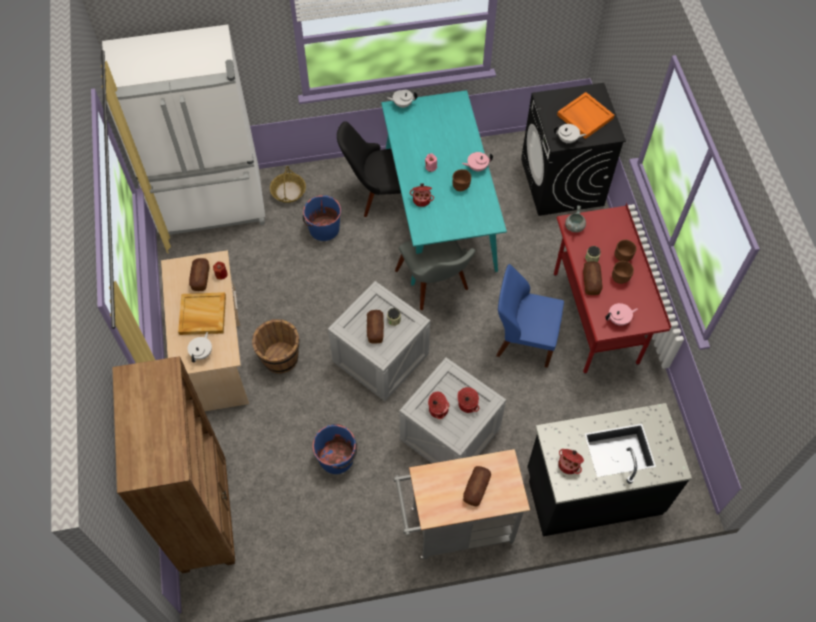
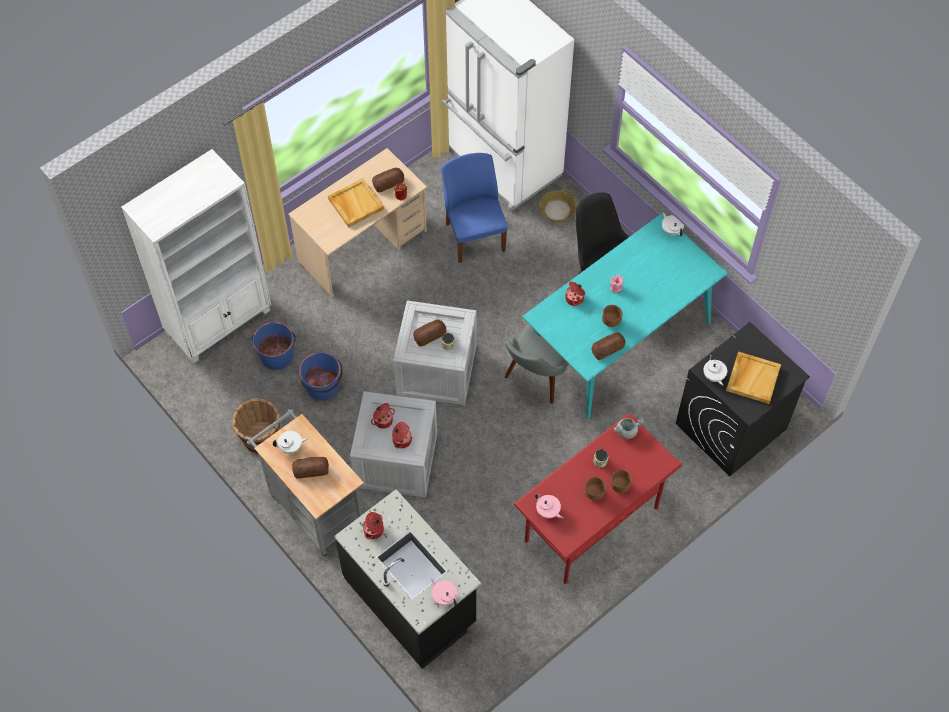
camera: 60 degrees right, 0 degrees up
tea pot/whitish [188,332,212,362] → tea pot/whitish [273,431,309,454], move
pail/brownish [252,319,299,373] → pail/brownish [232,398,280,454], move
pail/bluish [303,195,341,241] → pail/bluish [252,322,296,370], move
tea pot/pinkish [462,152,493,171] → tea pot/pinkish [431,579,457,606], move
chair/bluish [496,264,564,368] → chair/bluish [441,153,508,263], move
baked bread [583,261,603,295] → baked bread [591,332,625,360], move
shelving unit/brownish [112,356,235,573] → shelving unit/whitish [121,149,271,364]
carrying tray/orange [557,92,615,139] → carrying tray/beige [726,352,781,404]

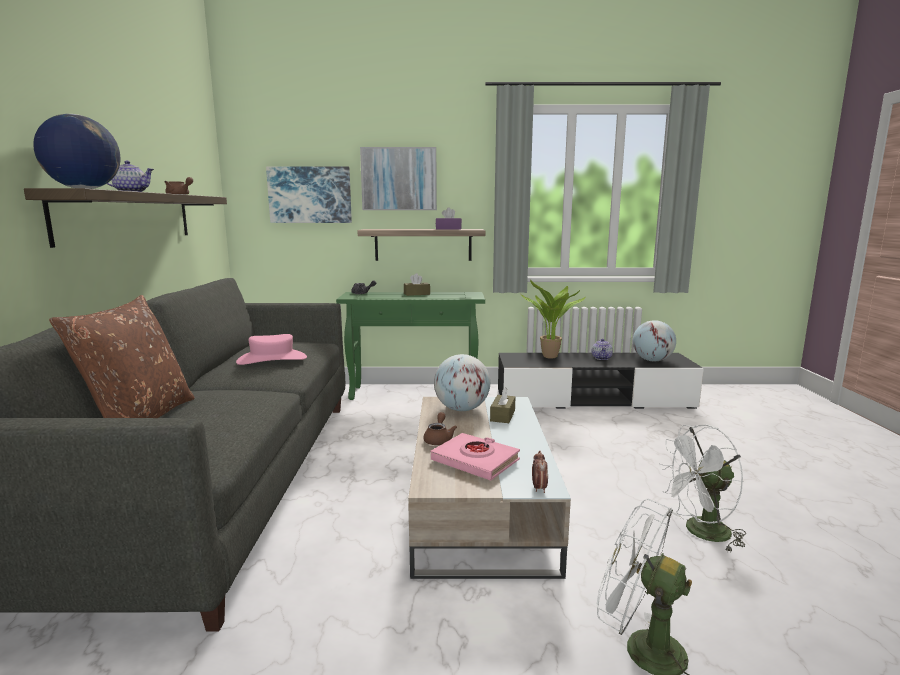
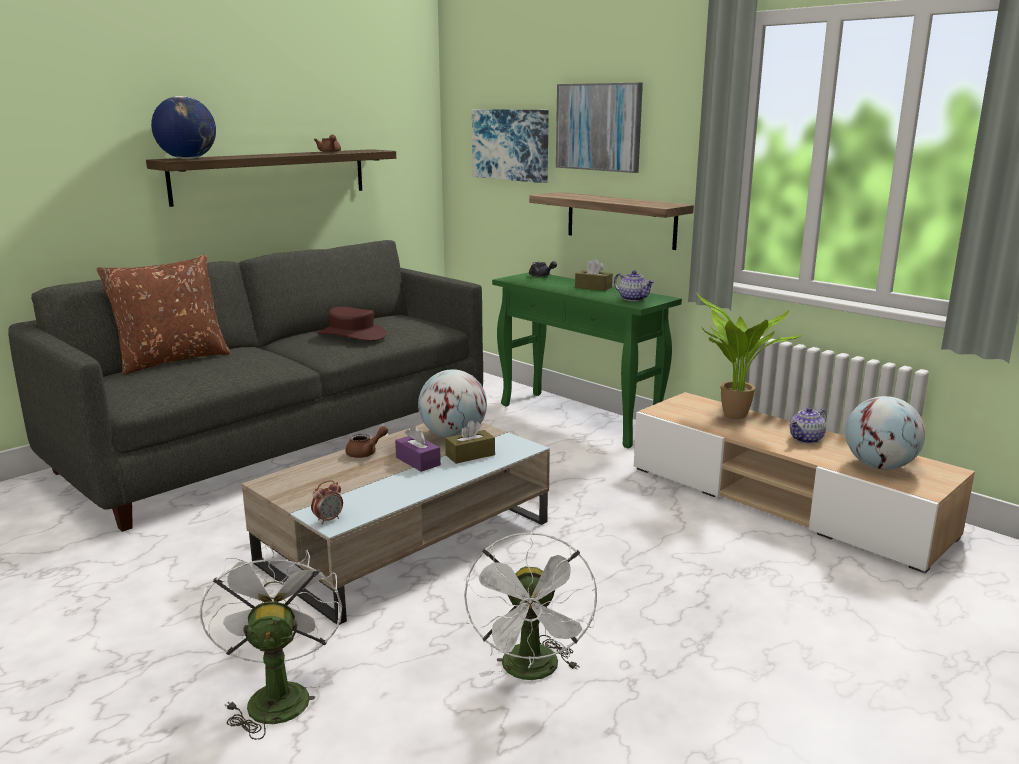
camera: 45 degrees right, 5 degrees up
volume/pinkish [431,433,520,481] → -
tea pot [107,161,154,192] → tea pot [614,271,654,301], move
box of tissues/purplish [436,207,462,230] → box of tissues/purplish [395,426,441,472], move
clothing hat/pinkish [236,334,307,365] → clothing hat/brownish [317,307,387,341]
tv unit/blackish [498,353,704,409] → tv unit/beige [634,392,975,574]
fan/whitish [659,424,746,553] → fan/whitish [464,532,597,680], 120 degrees counterclockwise

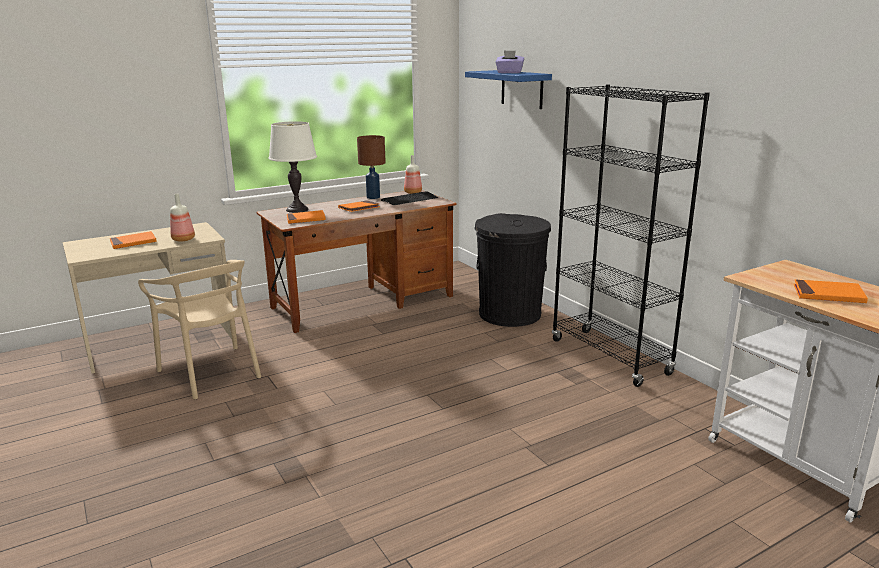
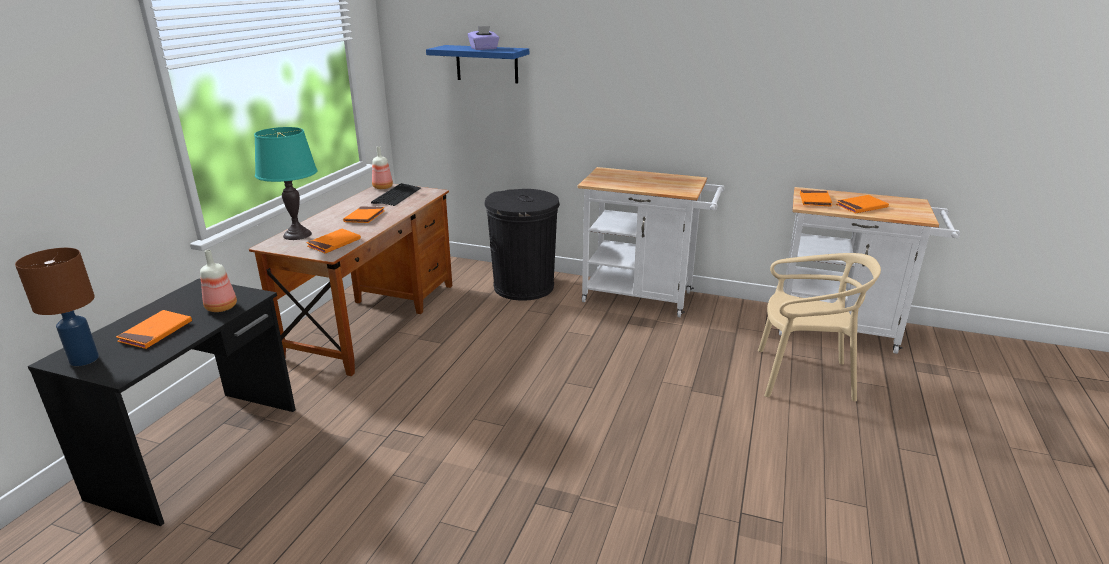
camera: 40 degrees left, 5 degrees up
- → volume/orange [800,190,832,207]
chair/beige [138,260,261,399] → chair/beige [758,253,881,401], move
lamp for a table/brownish [357,135,386,199] → lamp for a table/brownish [15,248,99,366], move
shelving unit/blackish [552,84,710,387] → wheeled cart/whitish [578,167,724,317]
desk unit/beige [63,222,232,373] → desk unit/blackish [28,279,296,526]
lamp for a table/whitish [269,121,317,213] → lamp for a table/turquoise-coloured [254,127,318,240]

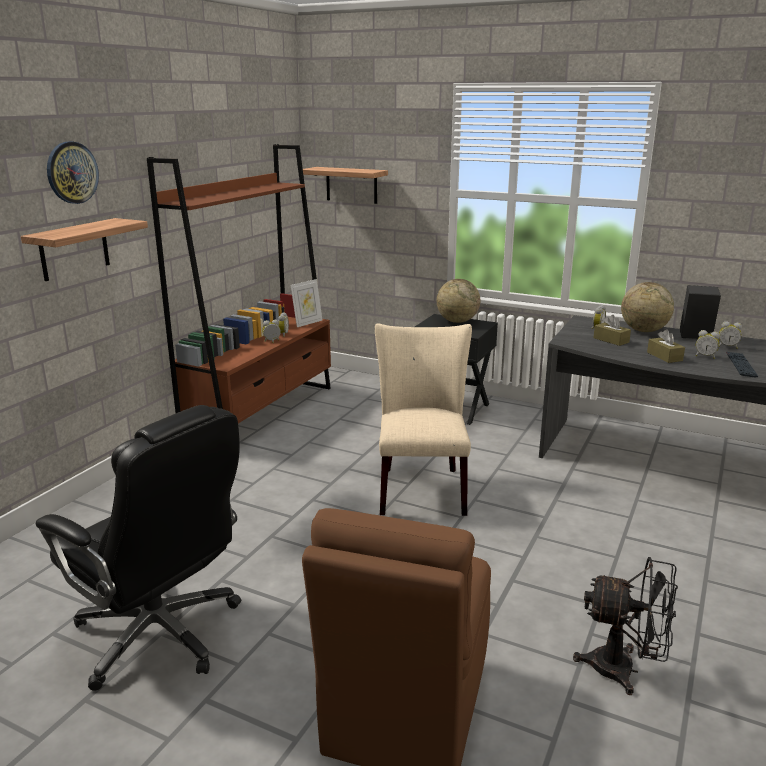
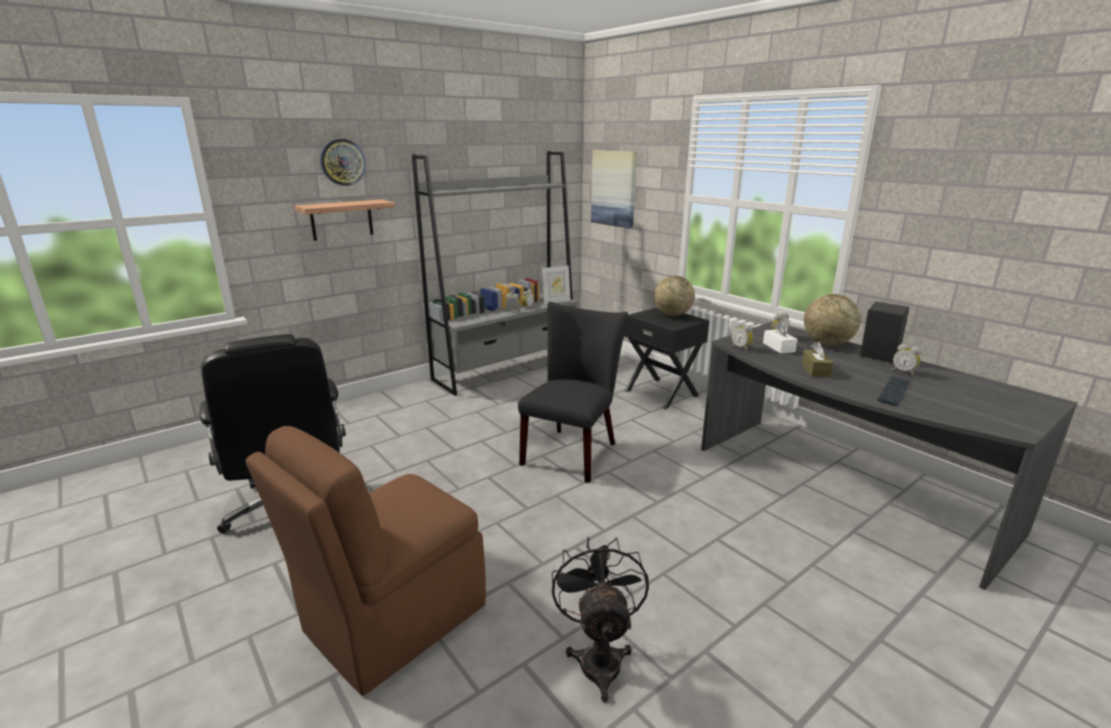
camera: 25 degrees right, 0 degrees up
alarm clock [695,330,720,359] → alarm clock [732,322,753,351], move
wall shelf [303,167,388,204] → picture [591,150,637,229]
shelving unit/brownish [147,144,331,423] → shelving unit/gray [412,151,577,396]
chair/beige [375,324,472,516] → chair/blackish [518,302,628,483]
box of tissues/brownish [593,315,631,346] → box of tissues/whitish [763,322,797,354]
fan/blackish [573,557,678,695] → fan/blackish [552,537,649,703], 135 degrees counterclockwise

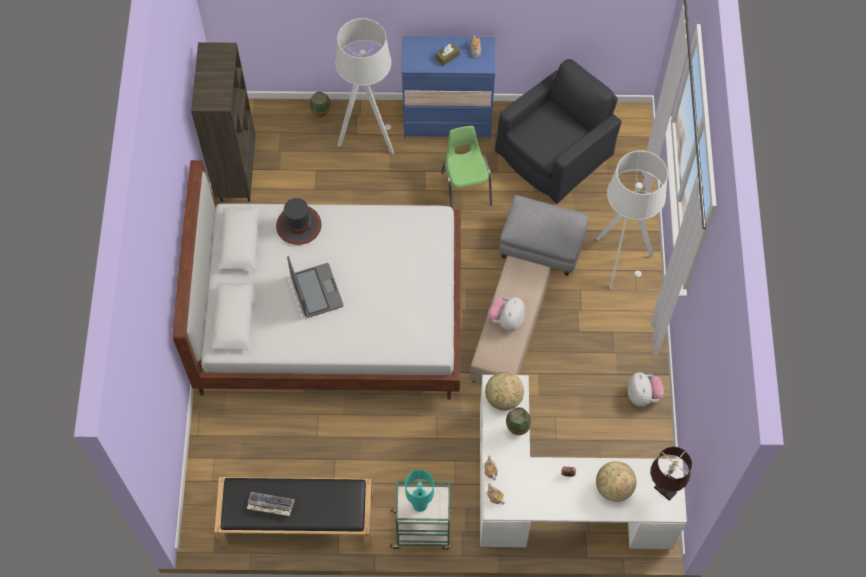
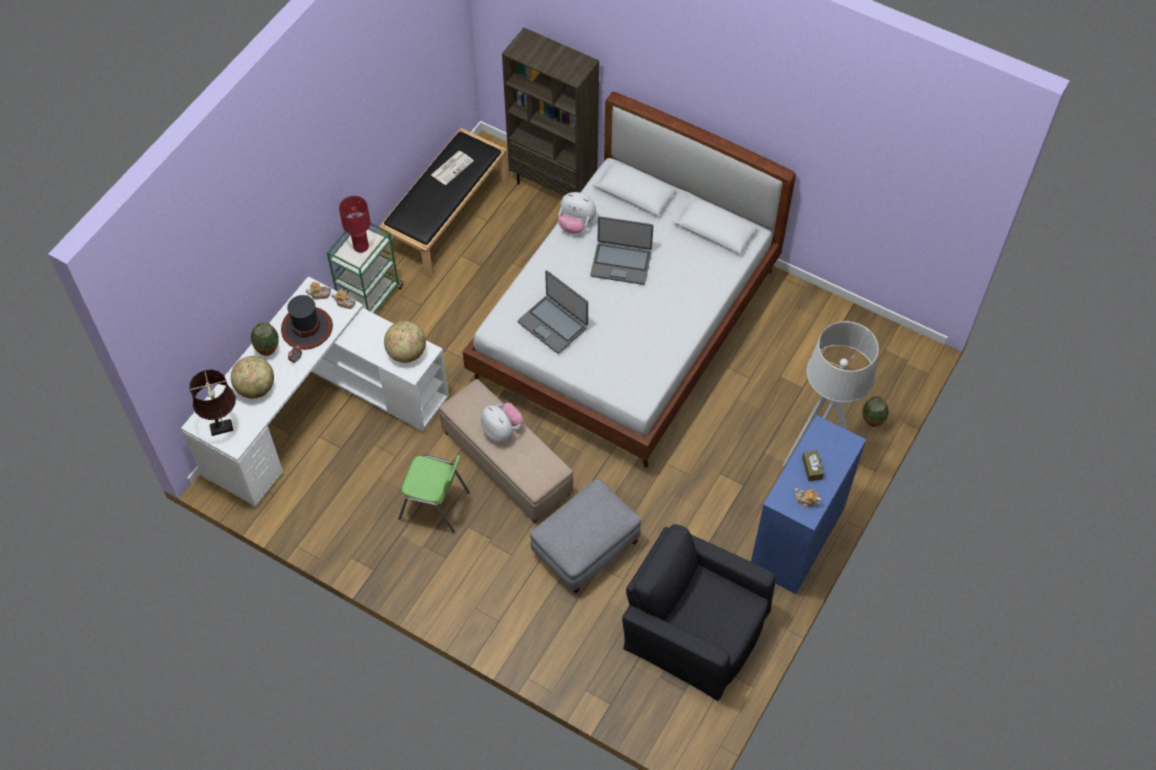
camera: 120 degrees right, 5 degrees down
standard lamp/whitish [596,151,668,290] → -
- → notebook computer [518,270,588,354]
shelving unit/brownish [191,42,255,202] → shelving unit/brownish [502,28,599,196], move
clothing hat [276,198,322,245] → clothing hat [281,295,333,350], move
chair/greenish [441,126,492,209] → chair/greenish [398,455,470,533], move
vase [506,407,531,435] → vase [251,322,279,356], move
soft toy [628,372,664,407] → soft toy [558,192,596,234], move
computer keyboard [247,492,295,516] → printed paper [431,151,474,185]
lamp for a table/turquoise-coloured [405,470,434,512] → lamp for a table/red [339,196,371,253]
lounge chair/blackish [495,59,622,204] → lounge chair/blackish [622,524,776,701], 135 degrees clockwise

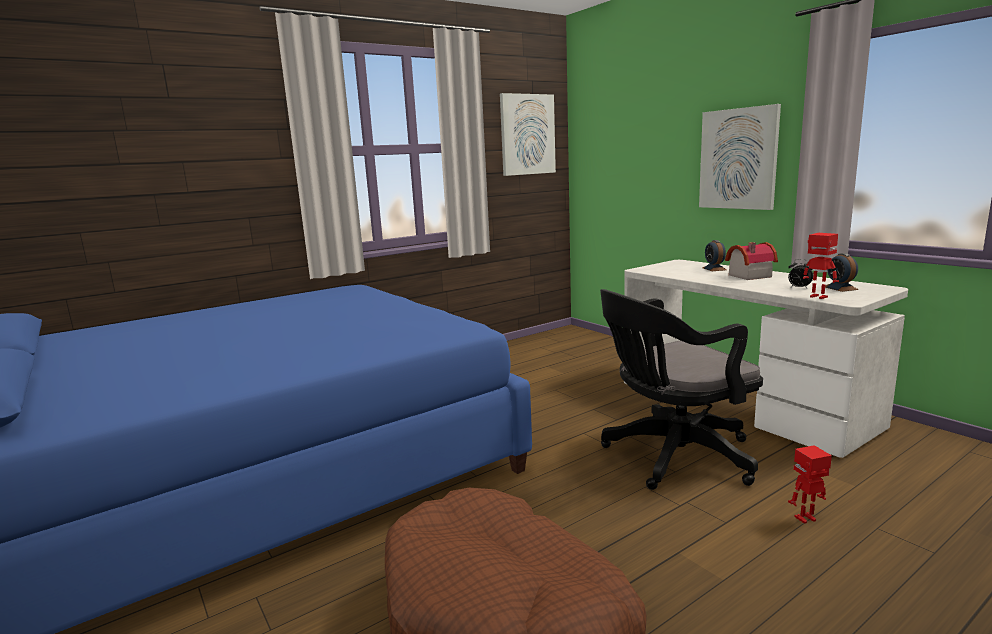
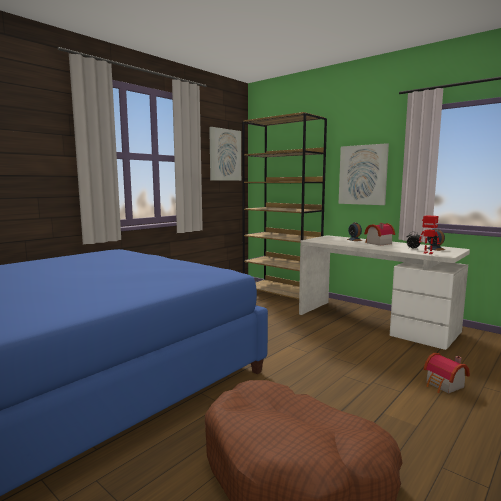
camera: 15 degrees left, 5 degrees down
desk chair/blackish [600,289,763,490] → -
- → shelving unit/brownish [242,112,327,299]
toy robot [788,445,832,524] → model house [424,353,470,394]

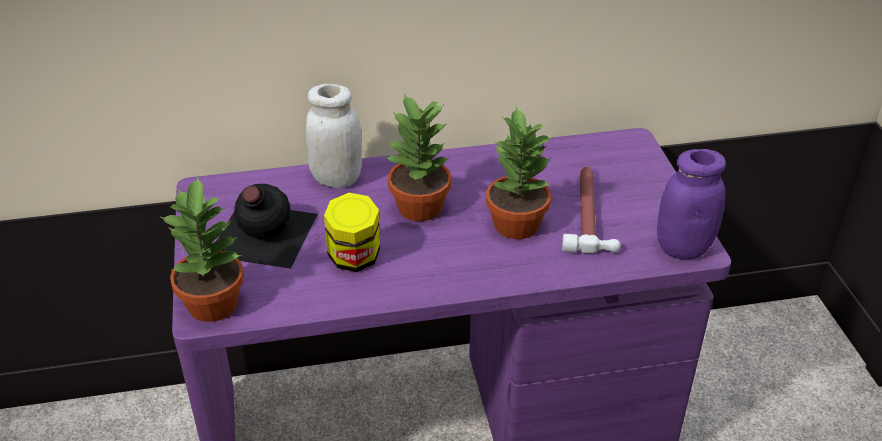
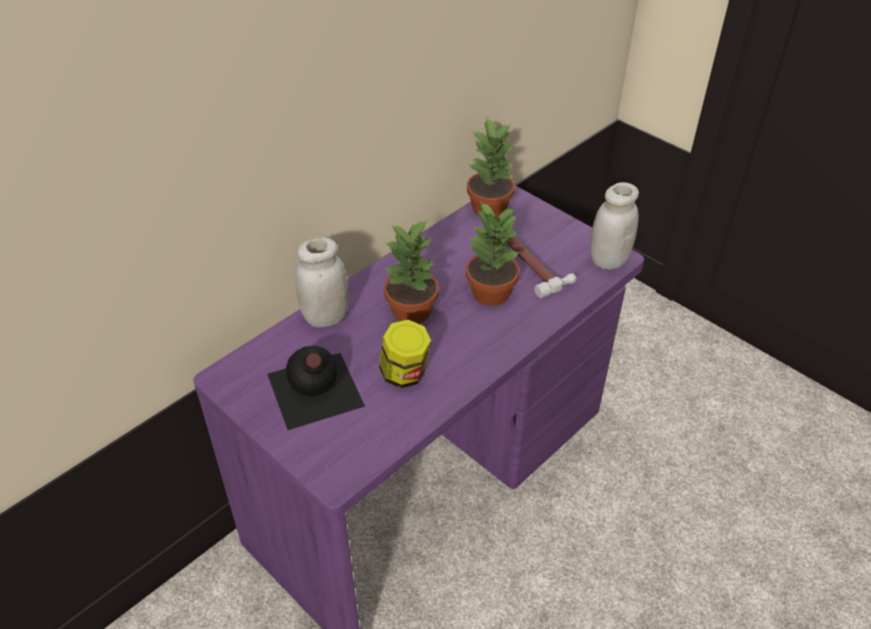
camera: 35 degrees left, 5 degrees up
houseplant [159,177,244,322] → houseplant [467,117,515,218], move
jar/purplish [657,149,726,259] → jar/whitish [590,182,639,270]

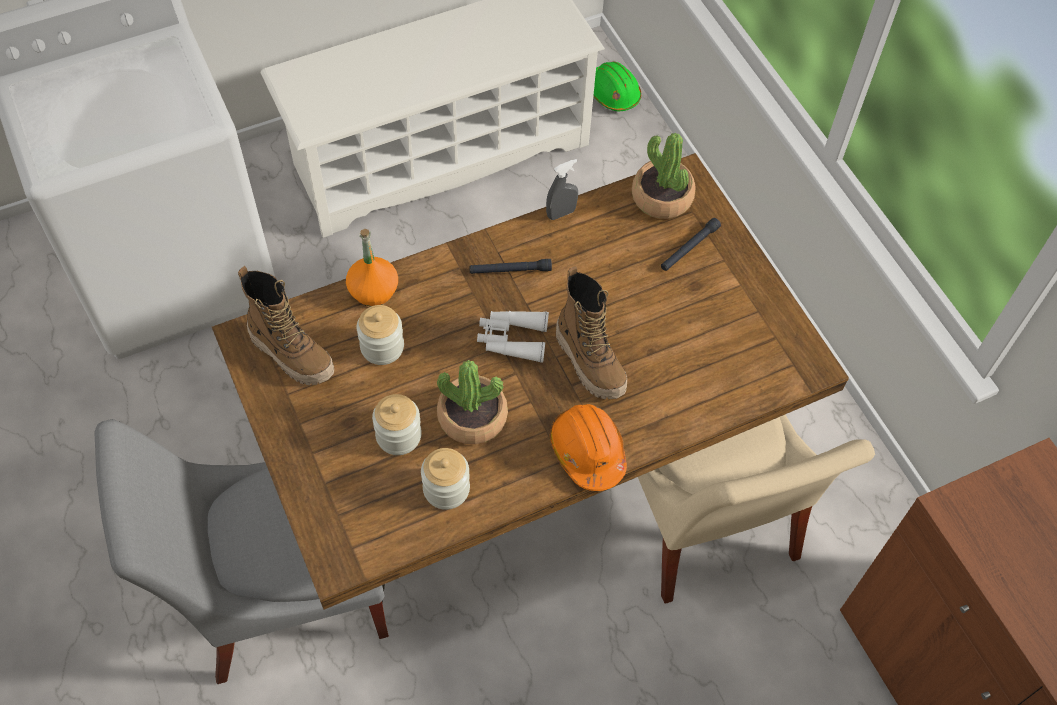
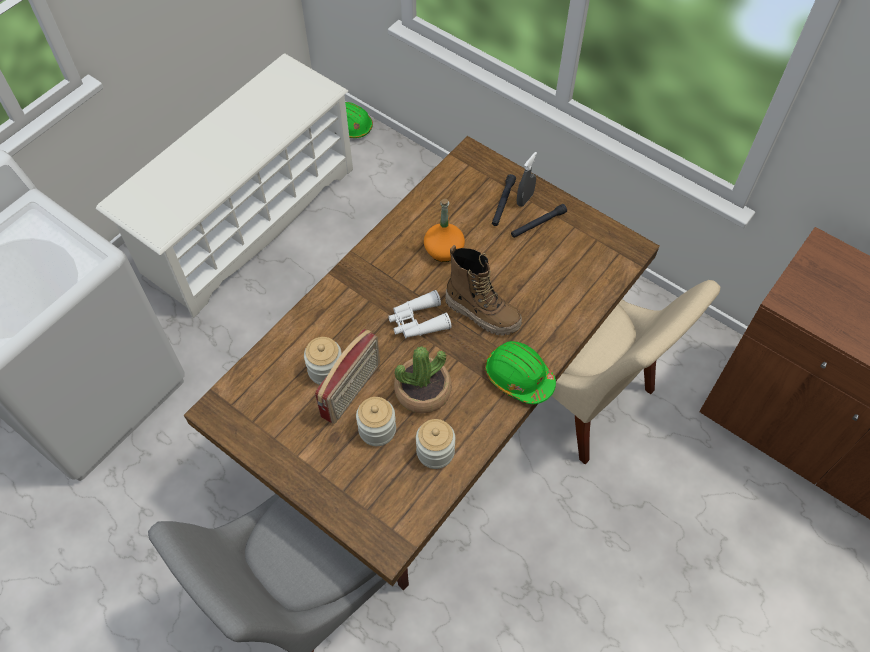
camera: 25 degrees left, 0 degrees up
tall boot [238,266,334,385] → -
houseplant [632,133,696,219] → -
- → radio receiver [315,329,380,424]
beverage bottle/orange [346,229,398,306] → beverage bottle/orange [424,199,465,262], move
hand torch/blackish [469,259,552,274] → hand torch/blackish [511,204,567,238], move
hand sprayer/gray [546,159,578,220] → hand sprayer/gray [516,152,537,207], move
hard hat/orange [550,404,627,491] → hard hat/greenish [485,341,556,404]

